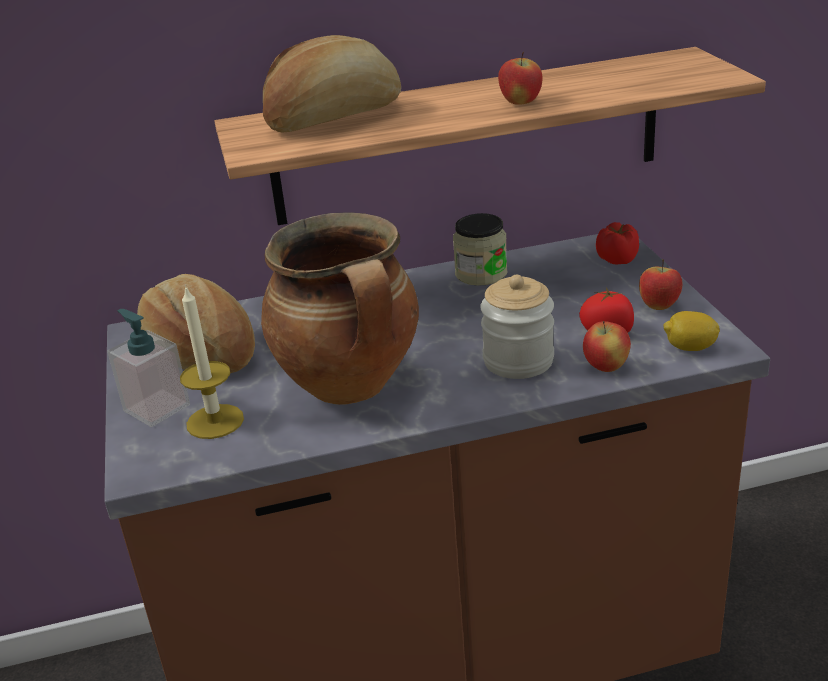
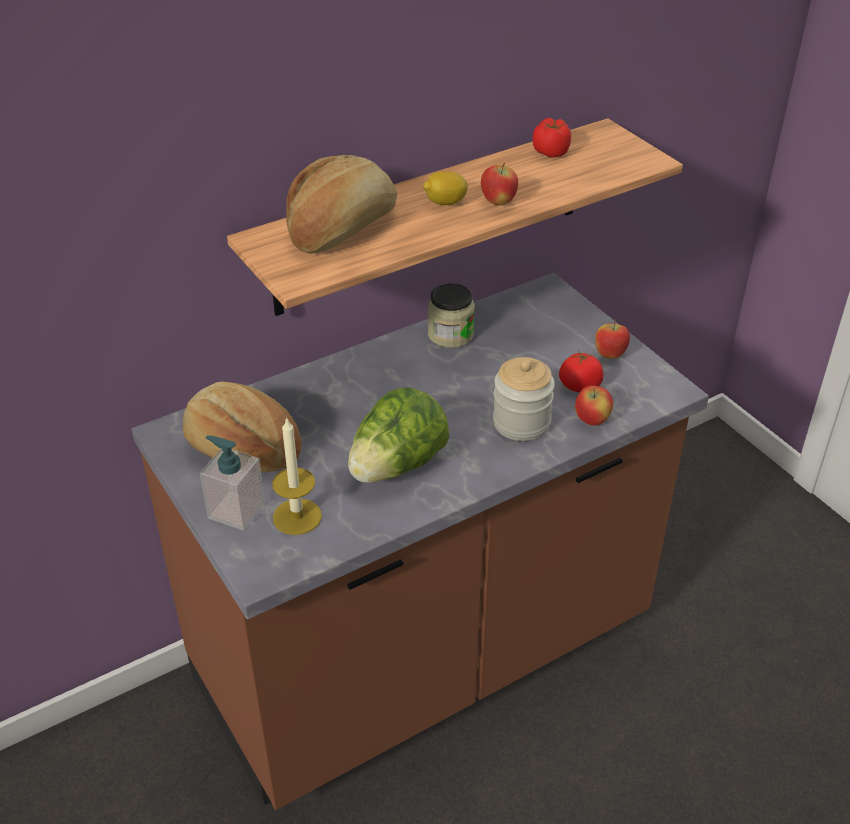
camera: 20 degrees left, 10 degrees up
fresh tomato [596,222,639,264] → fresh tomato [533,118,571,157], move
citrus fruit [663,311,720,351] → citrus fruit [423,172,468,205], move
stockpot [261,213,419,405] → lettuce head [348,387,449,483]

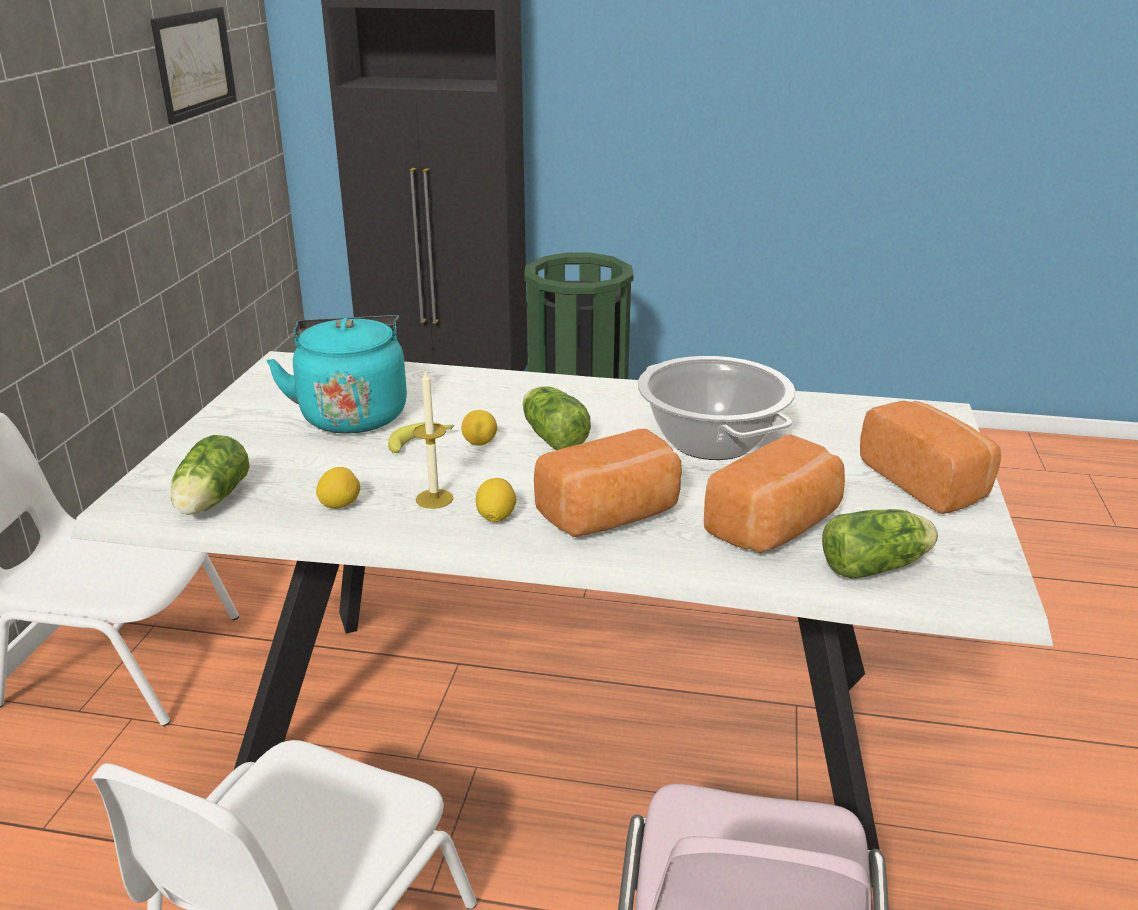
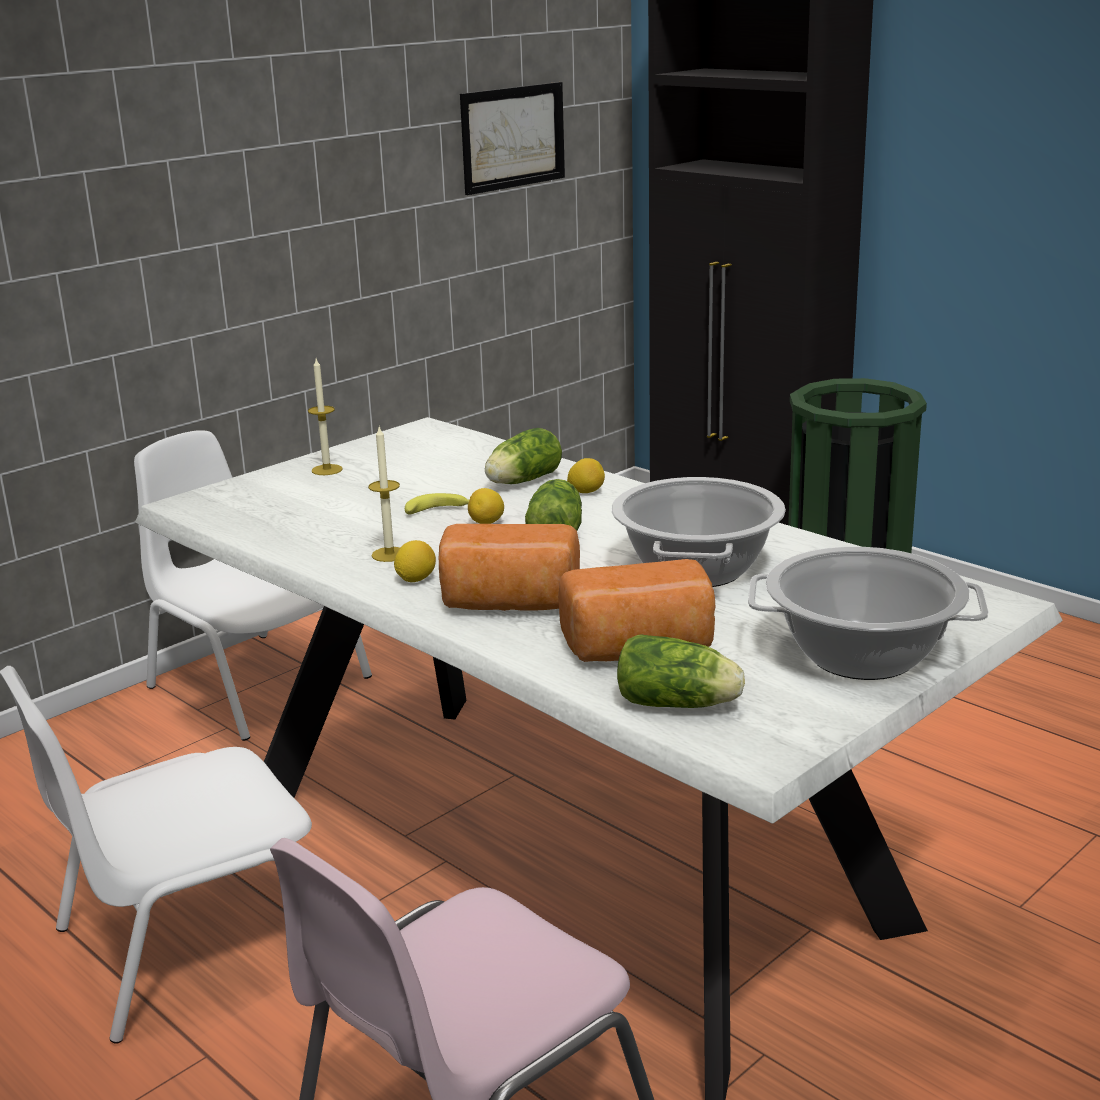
camera: 35 degrees right, 5 degrees down
water kettle/turquoise-coloured [266,315,407,433] → -
- → wax light [308,359,343,475]
lettuce head [171,435,250,515] → lettuce head [485,428,562,484], move
citrus fruit [316,467,360,509] → citrus fruit [567,458,605,493], move
baked bread [860,400,1001,514] → stockpot [748,547,988,680]

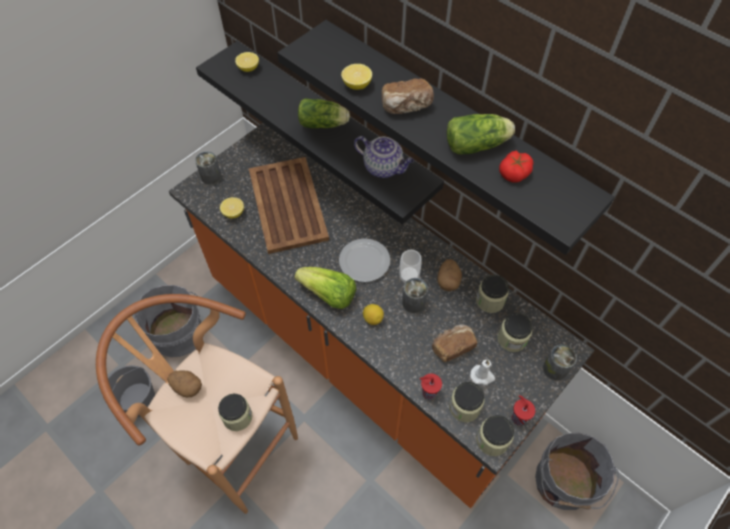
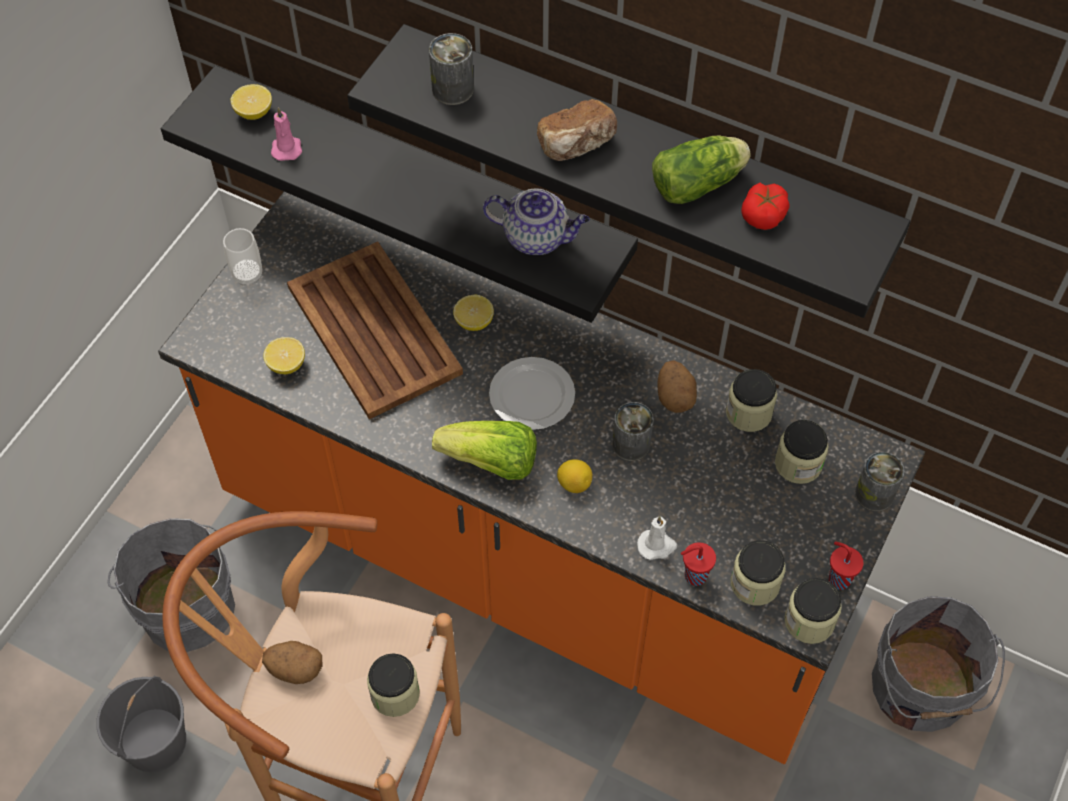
camera: 15 degrees left, 0 degrees up
lettuce head [298,98,350,128] → -
baked bread [432,325,477,362] → -
- → wax light/pinkish [271,107,302,161]
metal can [195,151,222,185] → metal can [429,33,474,105], move
citrus fruit [341,64,372,90] → citrus fruit [453,295,494,331], move
small cup [399,250,422,283] → small cup [223,228,262,286], move
wax light/whitish [470,360,495,385] → wax light/whitish [637,516,677,560], move

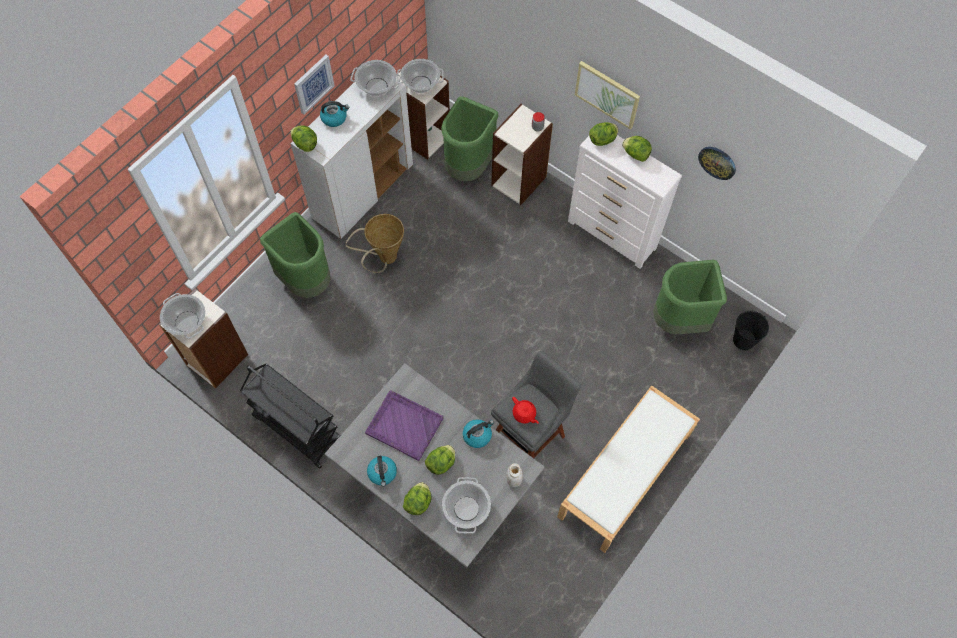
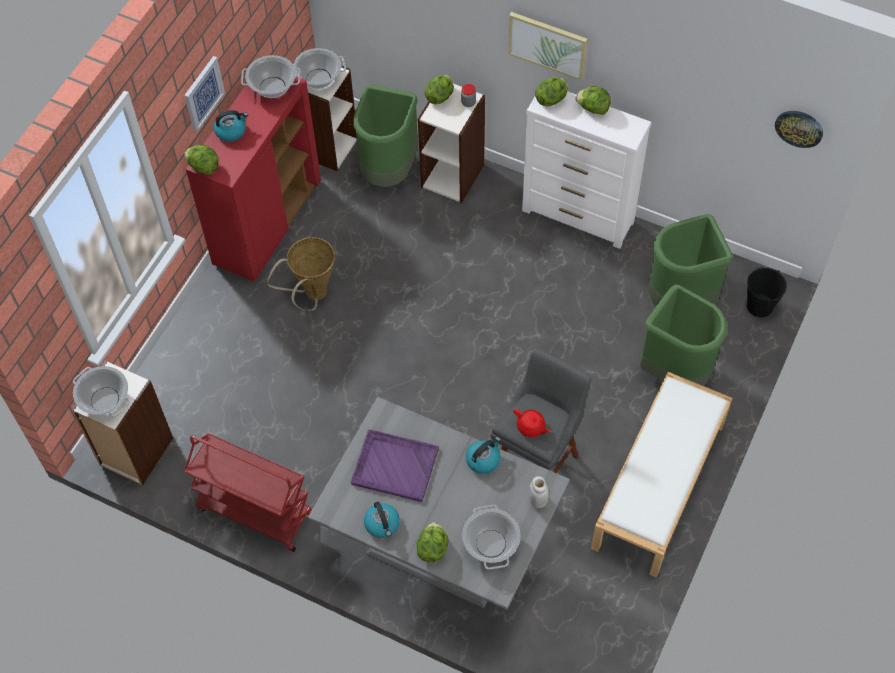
camera: 10 degrees left, 5 degrees down
rubbish bin/greenish [260,212,330,298] → rubbish bin/greenish [640,284,727,386], move
lettuce head [425,445,455,475] → lettuce head [424,75,454,104], move
hanging clock [698,147,736,180] → hanging clock [775,111,823,148], move
wheeled cart/blackish [240,364,340,468] → wheeled cart/red [184,433,312,552]
cupboard/whitish [290,80,413,239] → cupboard/red [186,77,321,282]

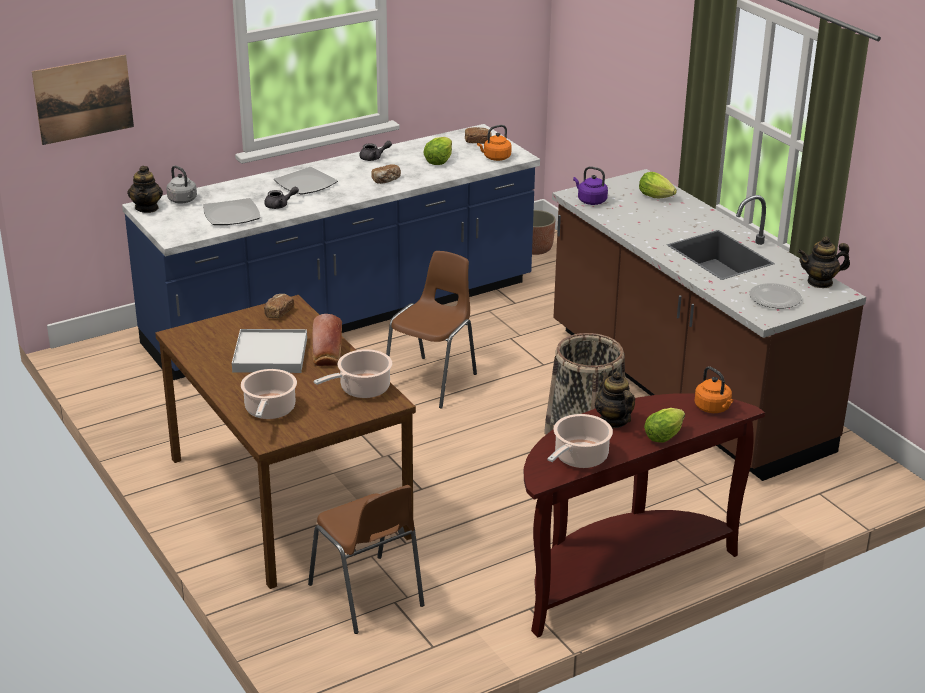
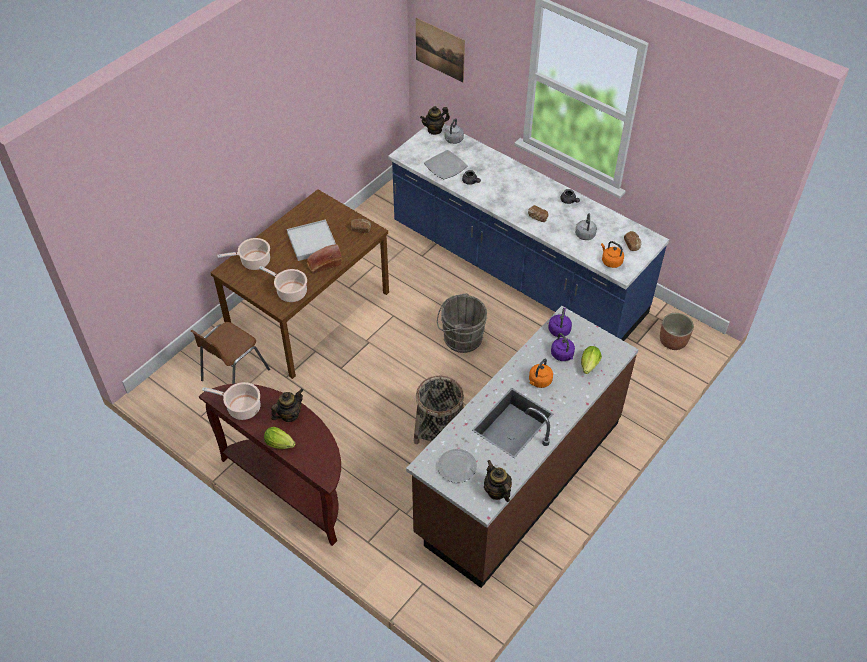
camera: 70 degrees right, 20 degrees up
flat dish [274,167,338,194] → -
- → water kettle/purplish [551,333,575,361]
water kettle/orange [694,366,733,413] → water kettle/orange [529,359,553,388], move
chair/brownish [386,251,477,409] → pail/gray [437,293,487,353]
lettuce head [424,137,452,165] → water kettle/gray [575,213,597,240]

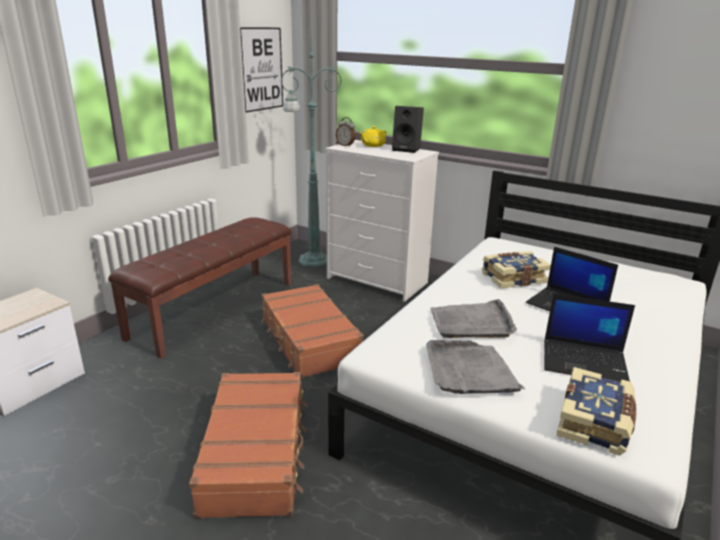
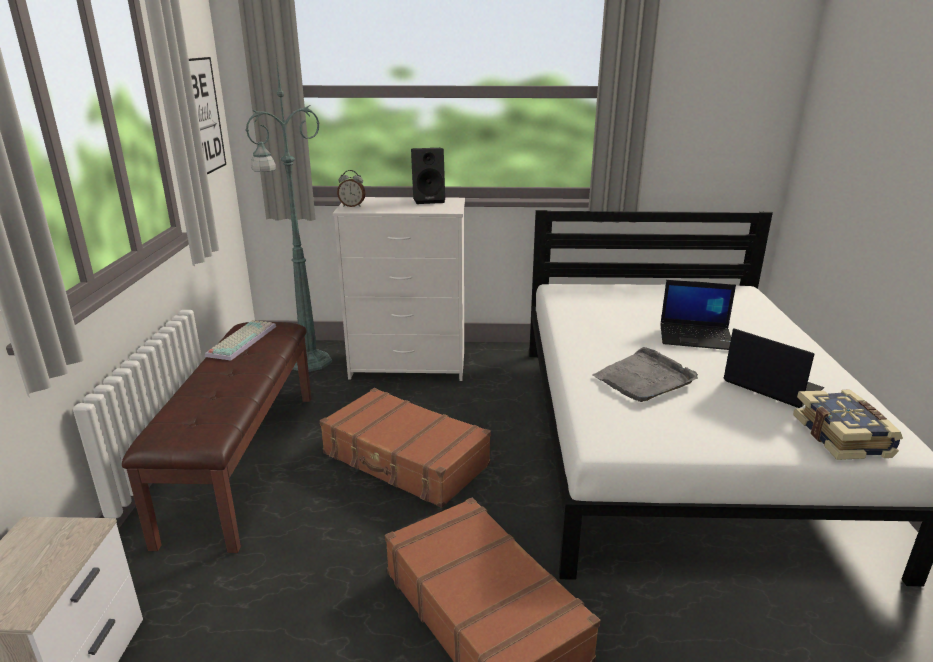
camera: 30 degrees left, 0 degrees up
tea pot/yellow-coloured [360,126,387,147] → -
carrying tray/gray [426,340,525,394] → -
volume [482,251,551,288] → -
- → computer keyboard [205,320,276,360]
notebook computer [544,293,635,382] → notebook computer [724,328,824,408], 120 degrees counterclockwise

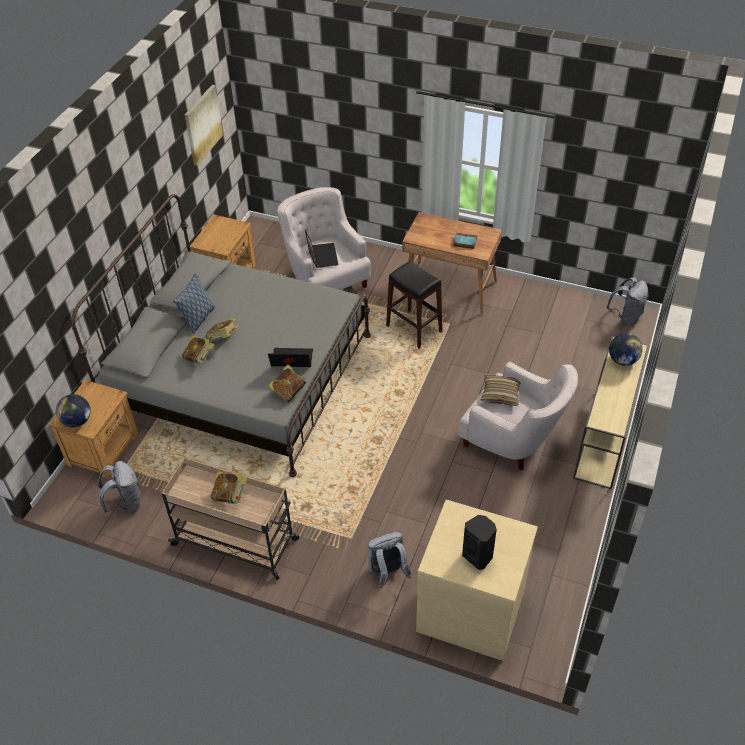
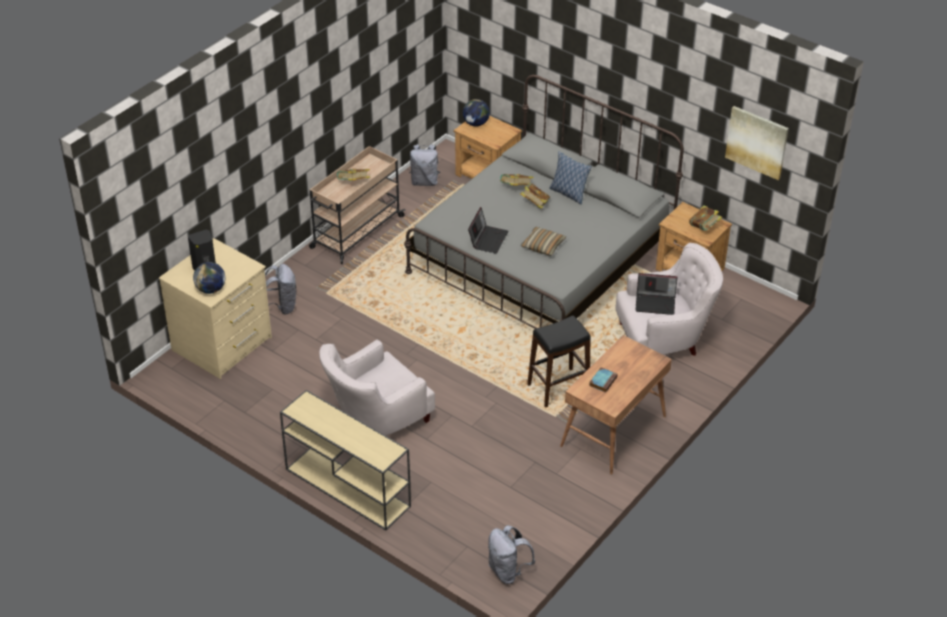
camera: 105 degrees right, 5 degrees down
volume [268,364,306,403] → volume [689,206,722,231], move
throw pillow [480,374,521,406] → throw pillow [521,227,566,256], move
desk globe [609,333,643,366] → desk globe [193,262,225,294], move

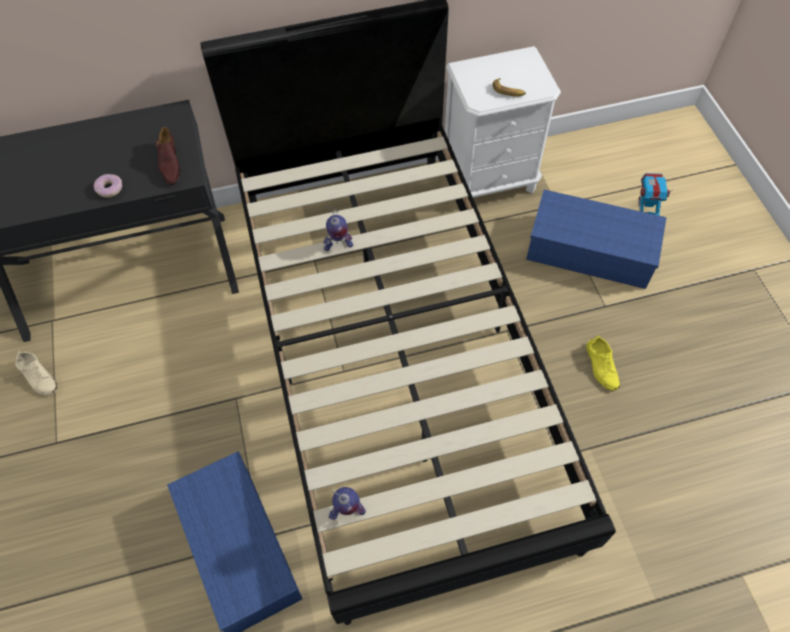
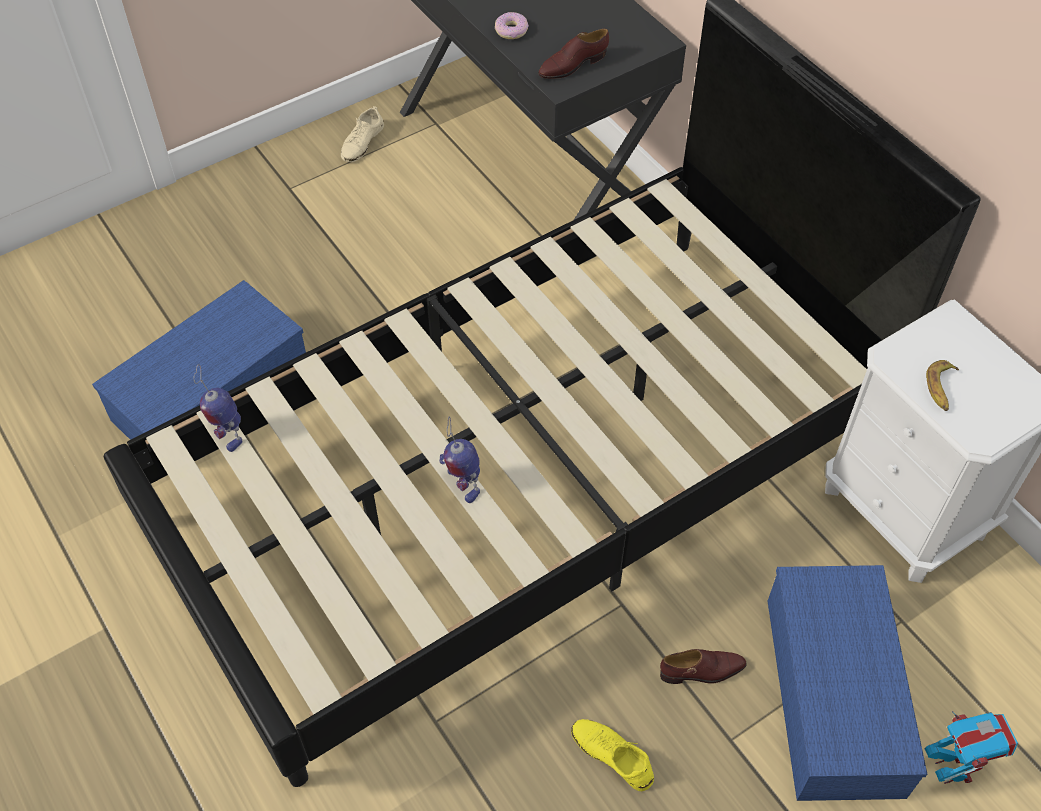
camera: 70 degrees right, 5 degrees down
- → shoe/brownish [660,649,747,684]
toy robot [323,206,353,251] → toy robot [439,416,480,503], move
shoe/yellow-coloured [586,336,620,391] → shoe/yellow-coloured [571,719,654,791], 75 degrees clockwise

